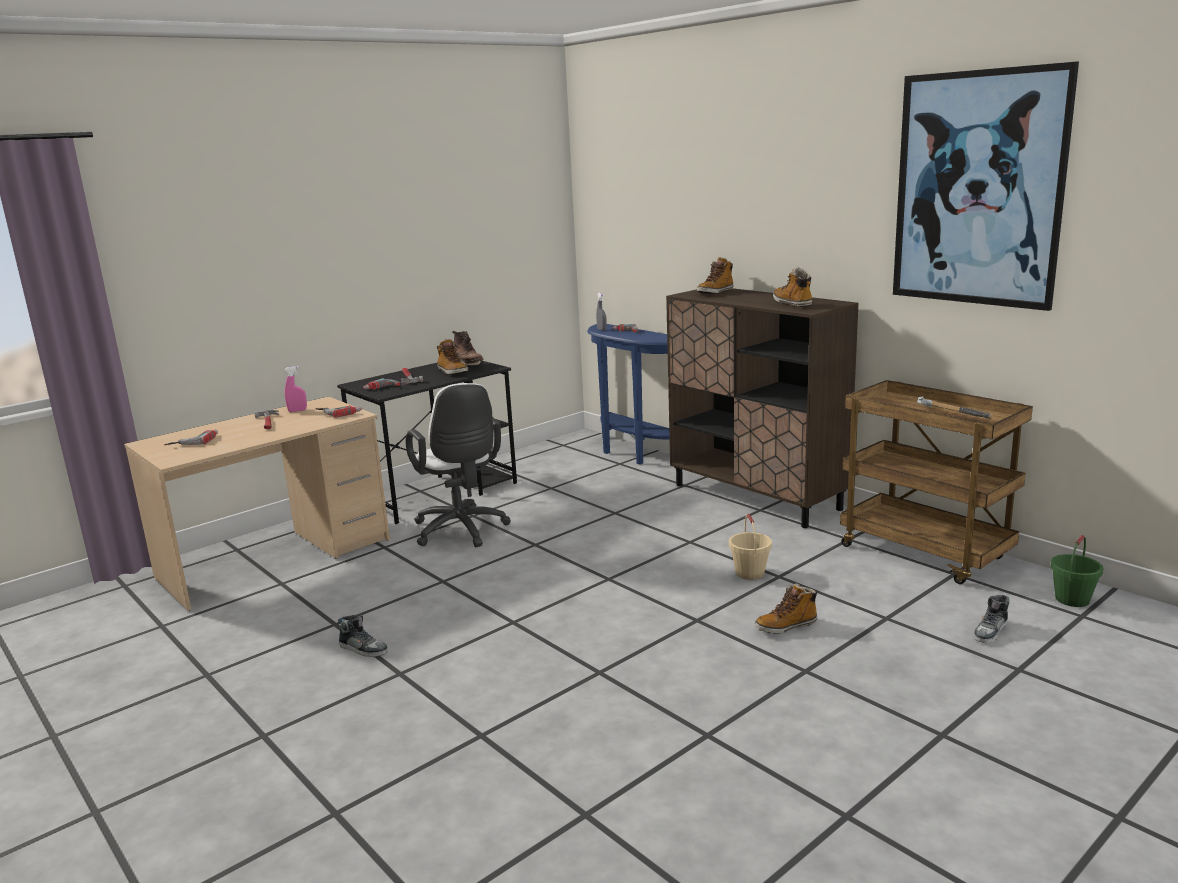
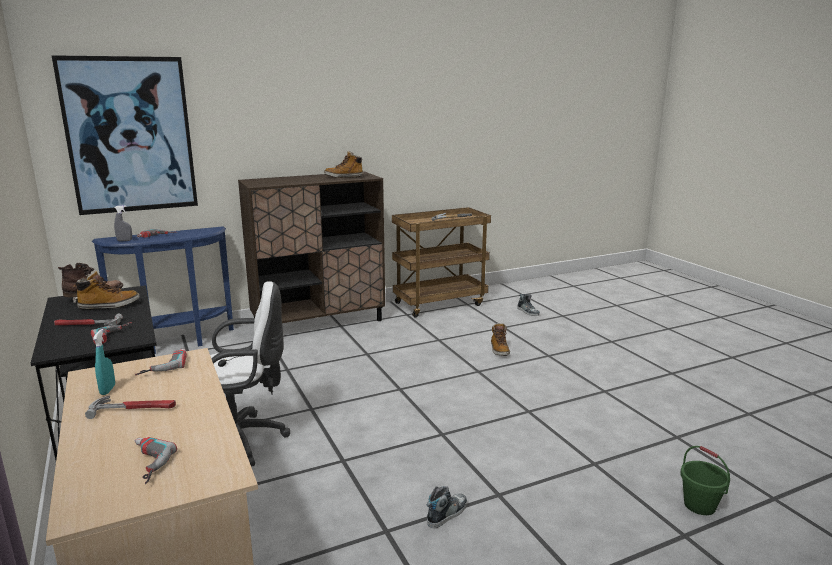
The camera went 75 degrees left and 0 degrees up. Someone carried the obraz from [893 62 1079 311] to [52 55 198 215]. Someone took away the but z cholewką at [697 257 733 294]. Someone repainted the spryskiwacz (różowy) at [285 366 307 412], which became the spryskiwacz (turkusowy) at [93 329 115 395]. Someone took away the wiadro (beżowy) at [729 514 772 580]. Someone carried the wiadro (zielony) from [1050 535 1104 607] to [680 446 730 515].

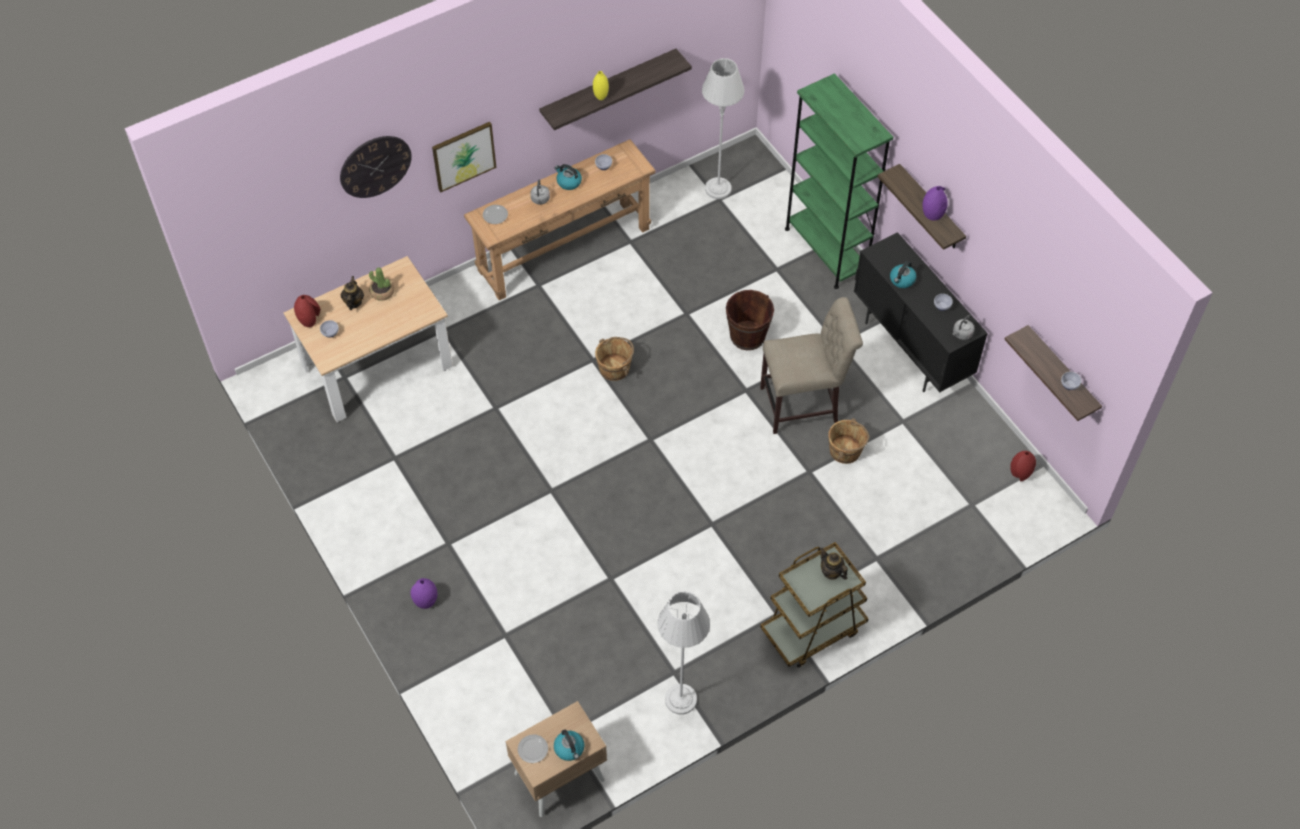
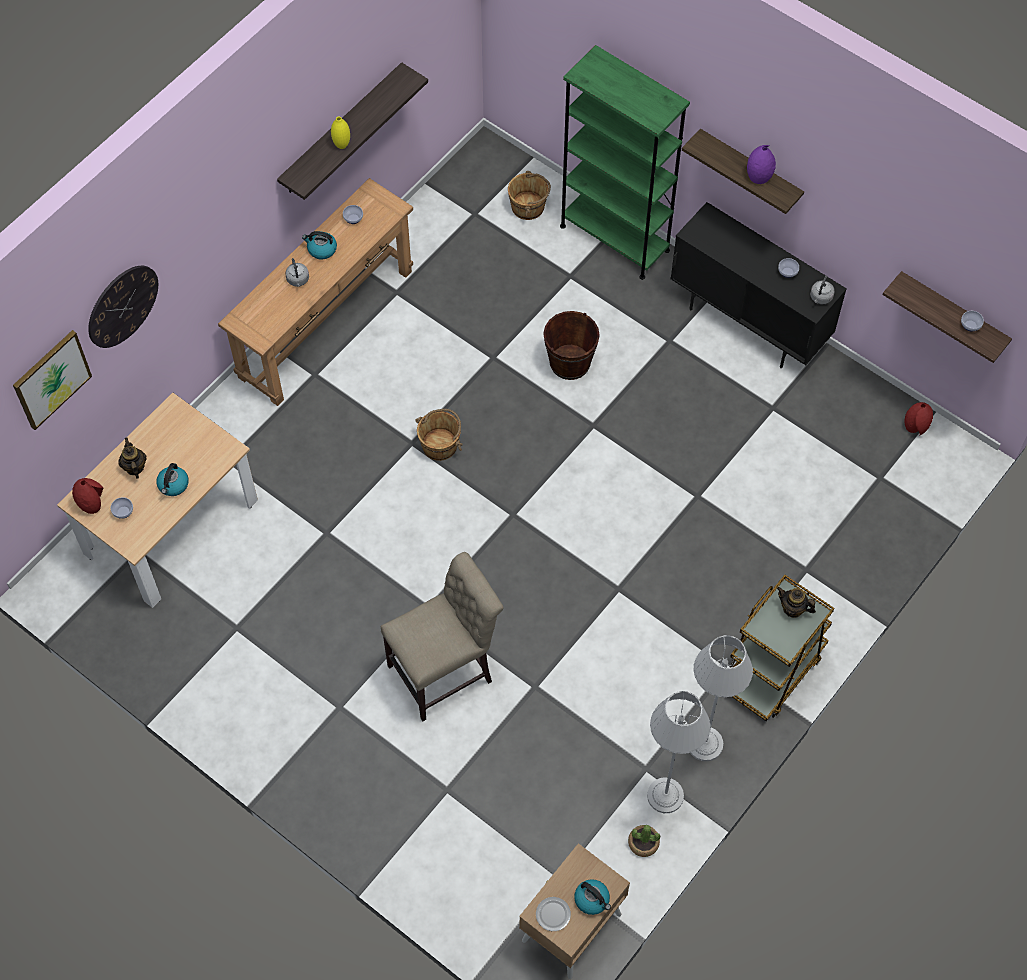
The camera went 20 degrees left and 5 degrees up. Someone carried the lampa stojąca (szary) from [702 58 744 199] to [690 635 753 761]. Someone carried the obraz from [432 122 496 192] to [13 330 92 430]. Someone took away the talerz at [483 205 508 224]. Someone carried the czajnik from [890 261 916 288] to [156 463 189 496]. Someone carried the roślina doniczkowa from [369 267 394 301] to [628 825 660 857]. Someone carried the krzesło (beżowy) from [760 297 863 434] to [381 552 504 722]. Someone carried the wiadro (brązowy) from [828 418 869 464] to [508 171 551 220]. Someone took away the wazon (fioletowy) at [411 578 437 609].

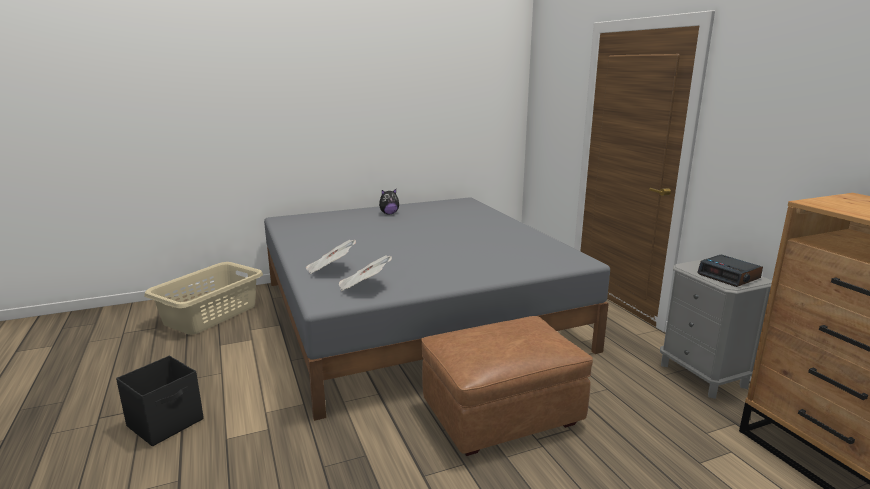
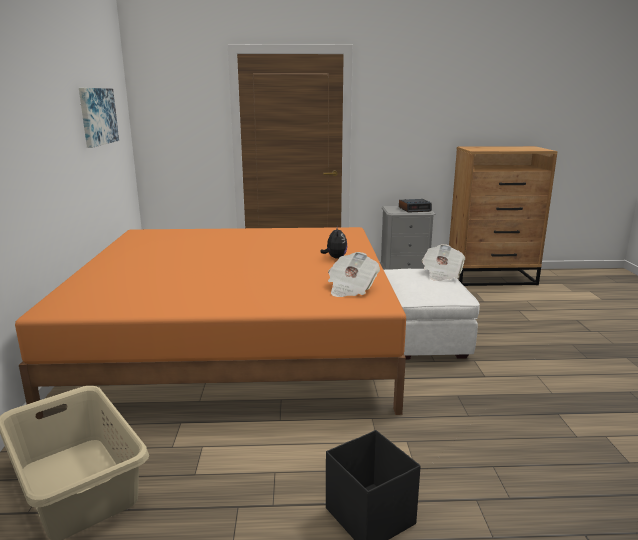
The camera went 70 degrees left and 0 degrees up. Someone carried the pluszak from [379 189 399 214] to [321 226 347 259]. Someone repainted the łóżko (szary) at [264 197 610 421], which became the łóżko (pomarańczowy) at [15 227 406 419]. Someone carried the gazeta from [306 240 356 274] to [422 244 465 281]. Someone repainted the pufa (brązowy) at [421 316 593 456], which became the pufa (biały) at [384 269 480 360]. Someone put up the obraz at [79 88 119 148].

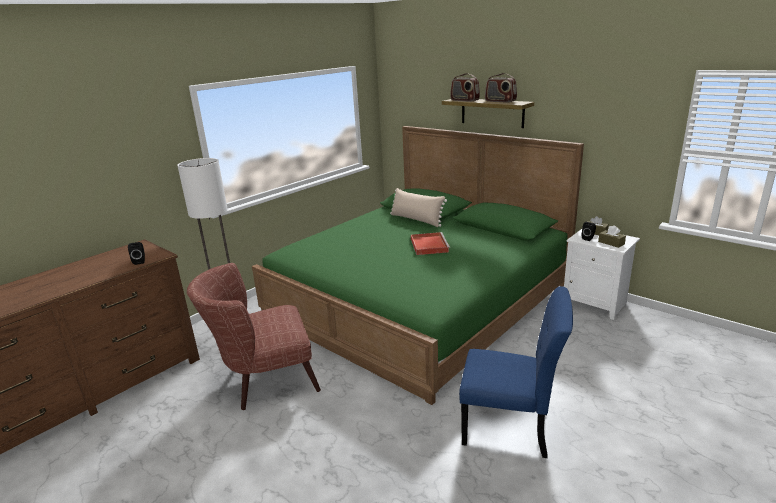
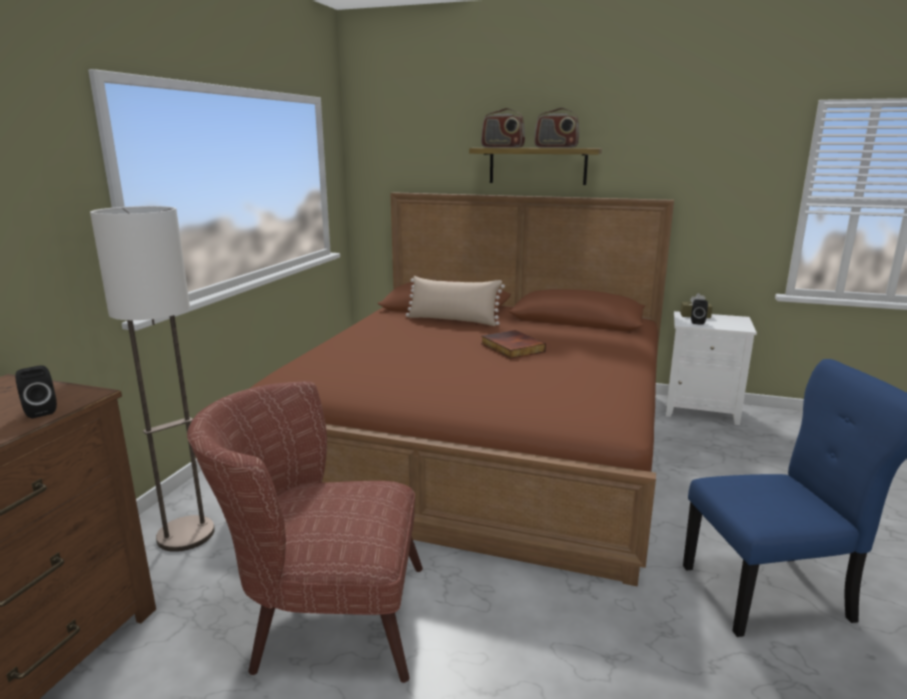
The camera went 25 degrees left and 5 degrees down. Someone repainted the łóżko (zielony) at [252 126 584 405], which became the łóżko (brązowy) at [249 192 674 586]. Someone took away the pudełko chusteczek (brązowy) at [598 225 626 248]. Someone swapped the taca (czerwony) at [411 232 450 255] for the książka at [481 330 546 359]. Someone rotated the fotel (brązowy) at [187 263 321 410] by 45 degrees clockwise.

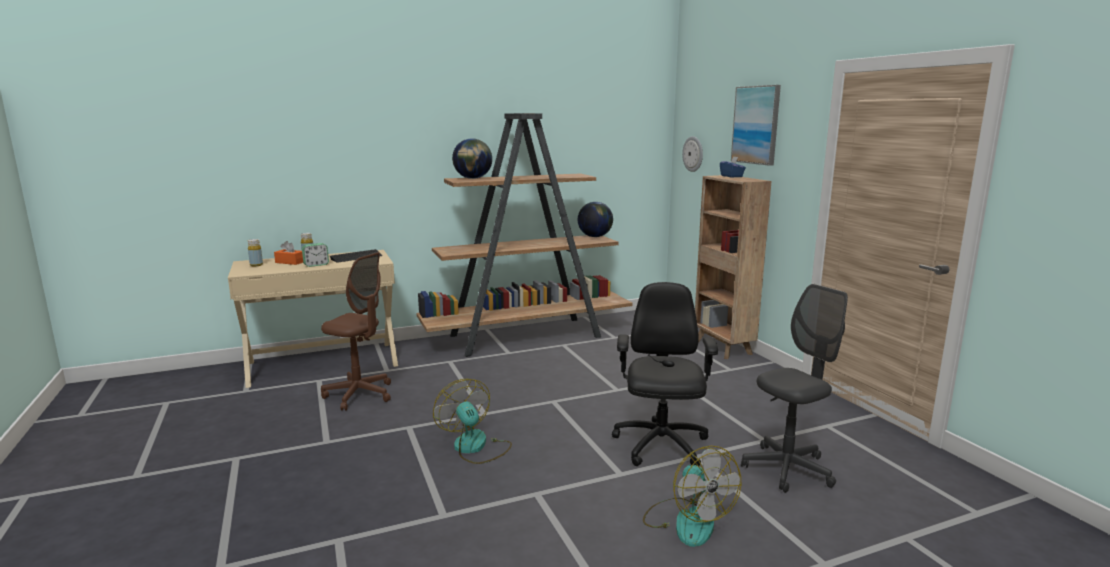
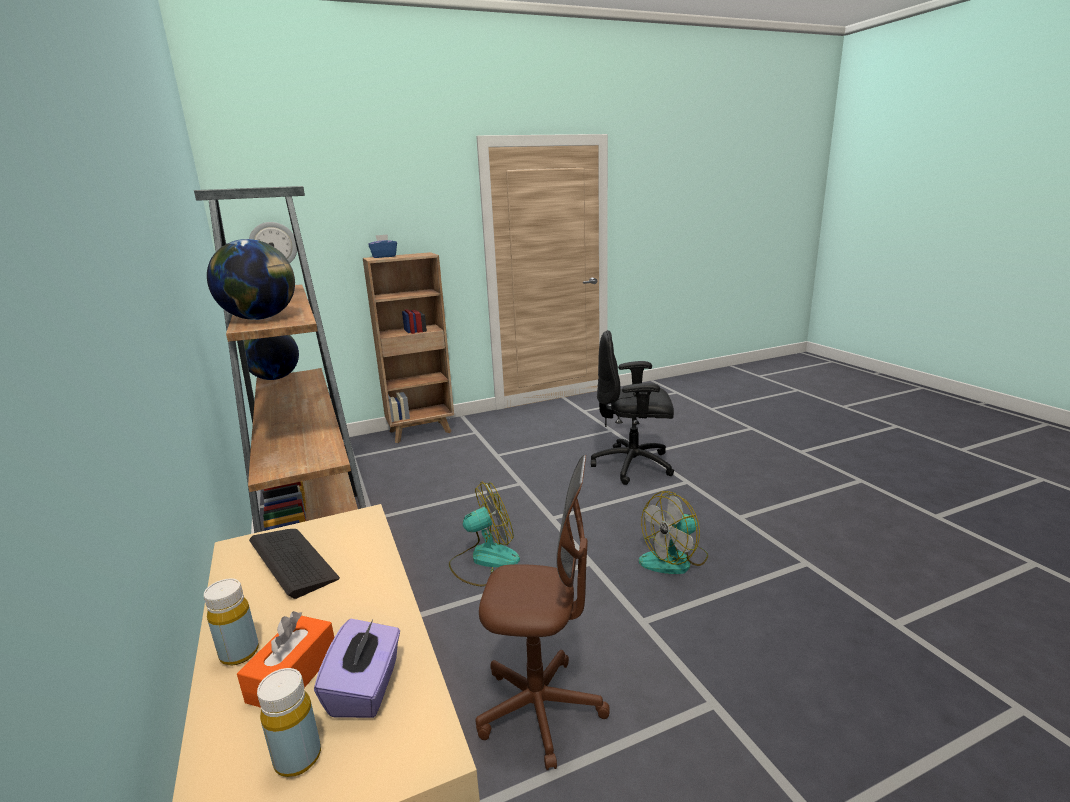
The camera went 90 degrees left and 5 degrees up. Someone took away the obraz at [731 85 781 166]. Someone took away the budzik at [302 243 329 267]. Someone rotated the krzesło biurowe (brązowy) at [321 252 391 411] by 75 degrees clockwise. Someone took away the krzesło biurowe (szary) at [741 284 848 493]. Someone carried the wentylator from [643 446 741 547] to [449 482 520 586]. Someone put down the pudełko chusteczek (fioletowy) at [314 619 400 718].

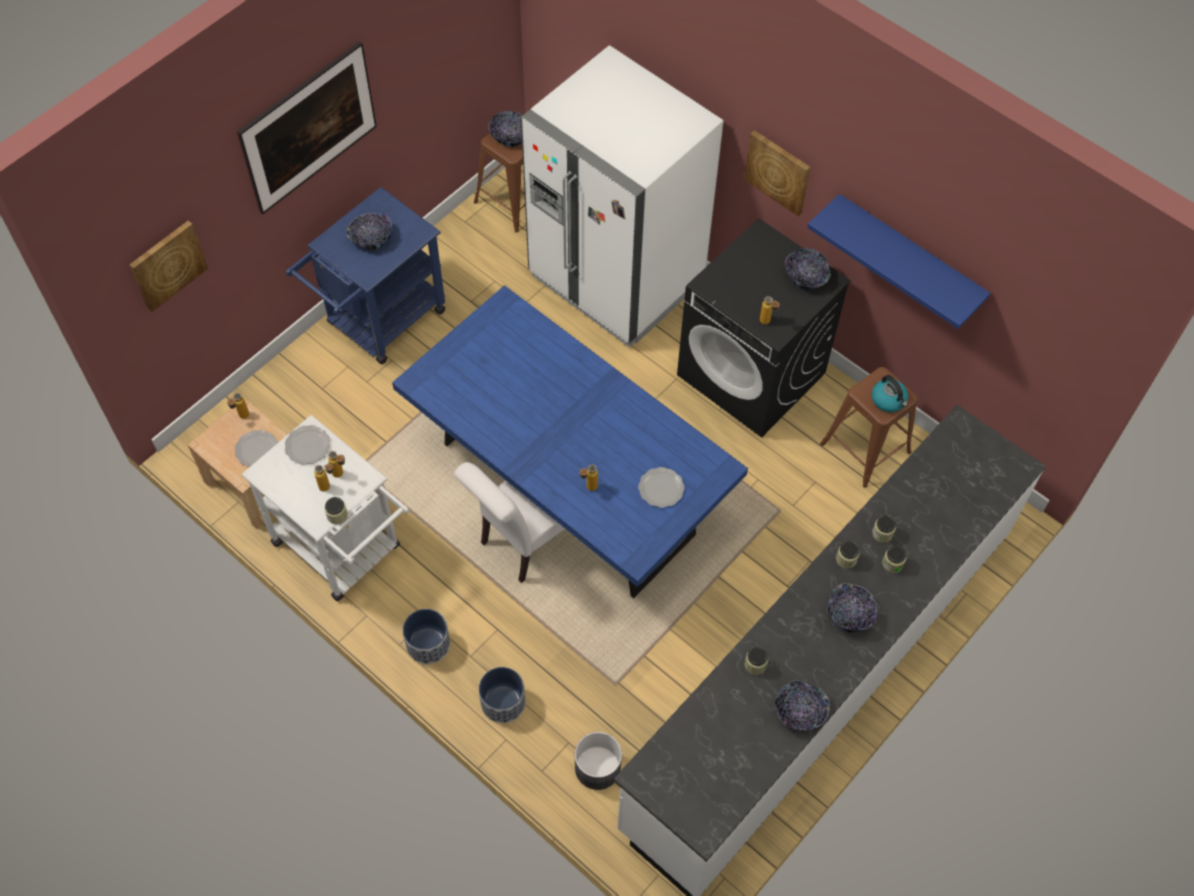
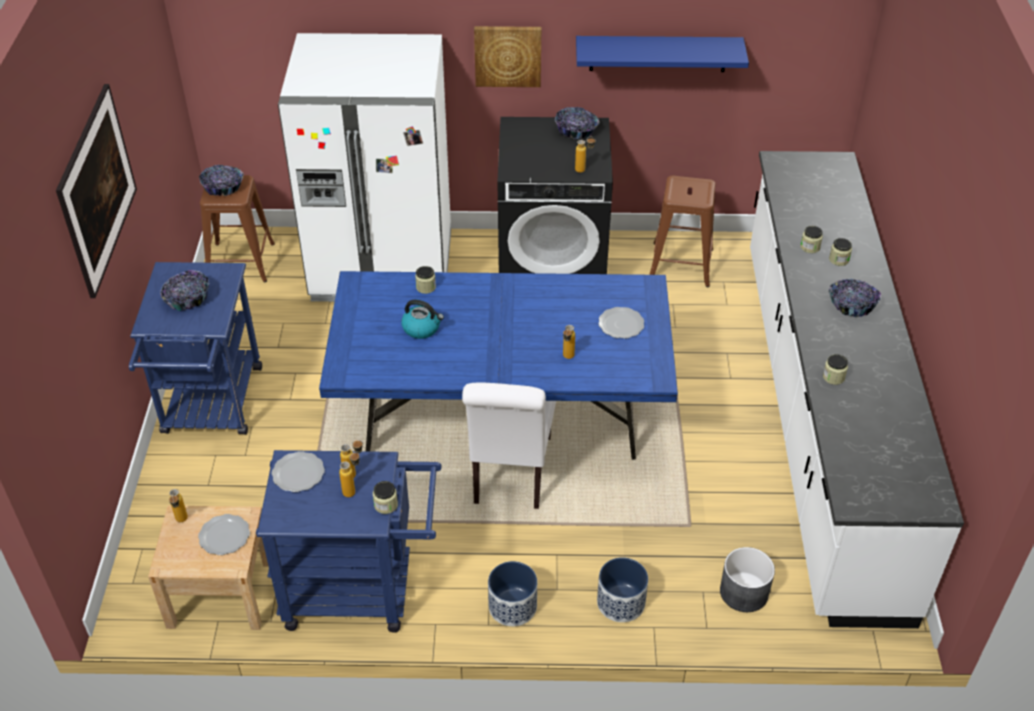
The camera went 40 degrees left and 15 degrees down. Someone took away the obraz at [129 220 208 312]. Someone carried the czajnik from [872 375 908 412] to [401 300 444 339]. Someone repainted the wózek (biały) at [241 415 409 601], which became the wózek (niebieski) at [256 450 442 633]. Someone carried the słoik from [836 541 860 569] to [415 266 436 294]. Someone took away the miska at [775 680 830 730].

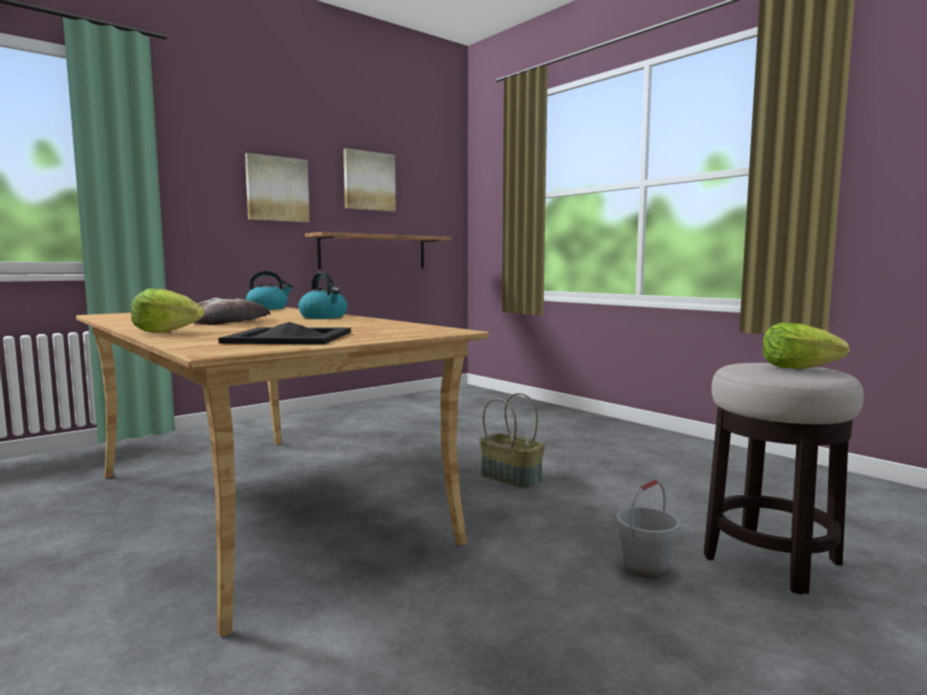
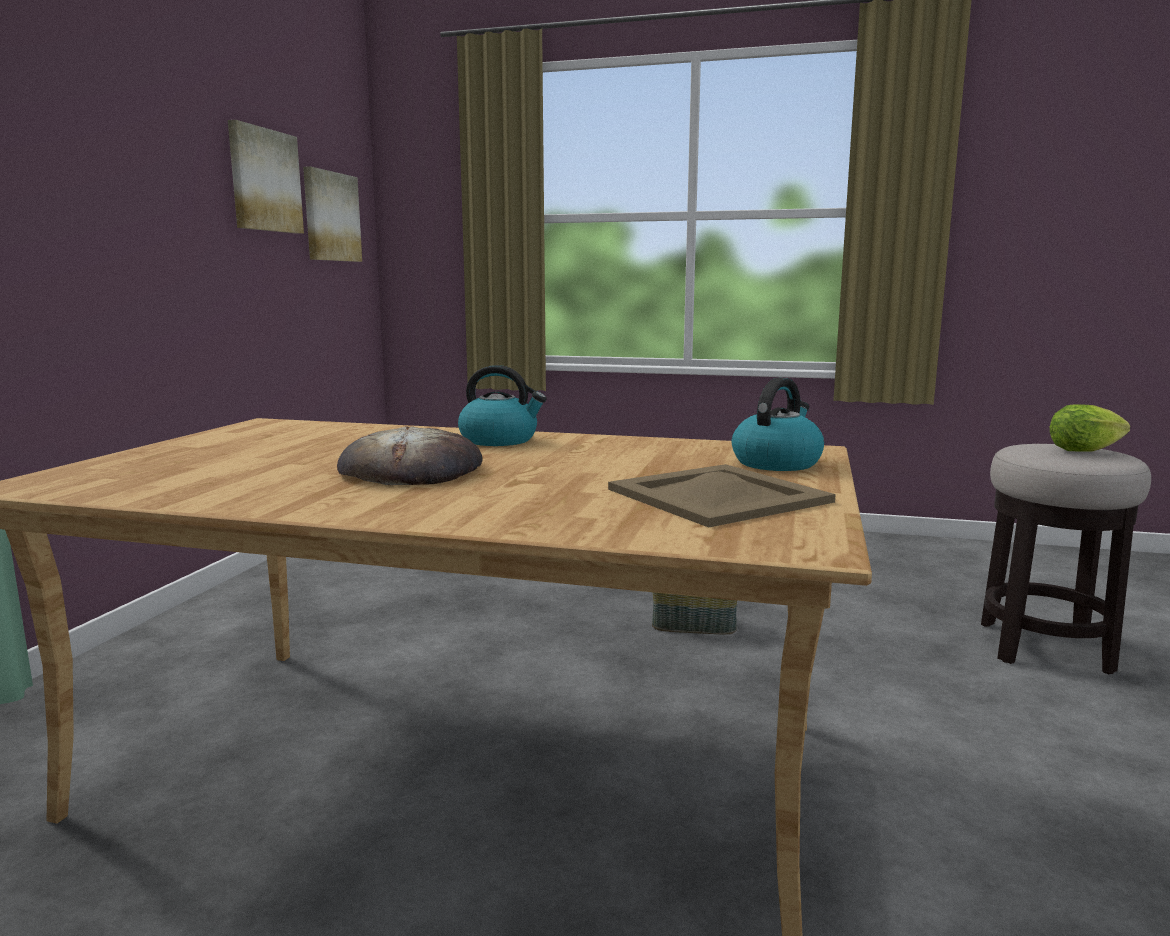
The camera went 35 degrees left and 5 degrees up. Someone carried the obraz from [245 153 310 222] to [303 166 362 262]. Someone took away the półka at [305 232 452 269]. Someone carried the czajnik from [246 271 293 310] to [732 378 824 471]. Someone took away the sałata at [131 288 204 333]. Someone repainted the taca (czarny) at [218 322 351 344], which became the taca (beżowy) at [608 464 835 527]. Someone took away the wiadro (szary) at [616 480 681 579].

